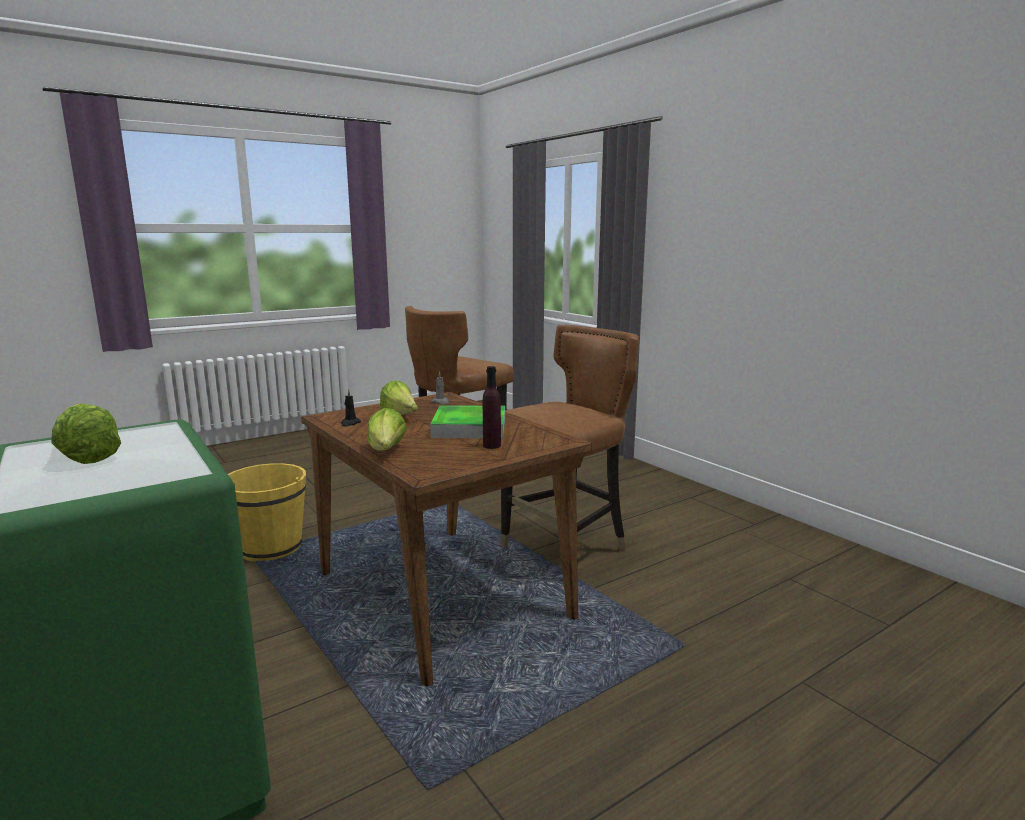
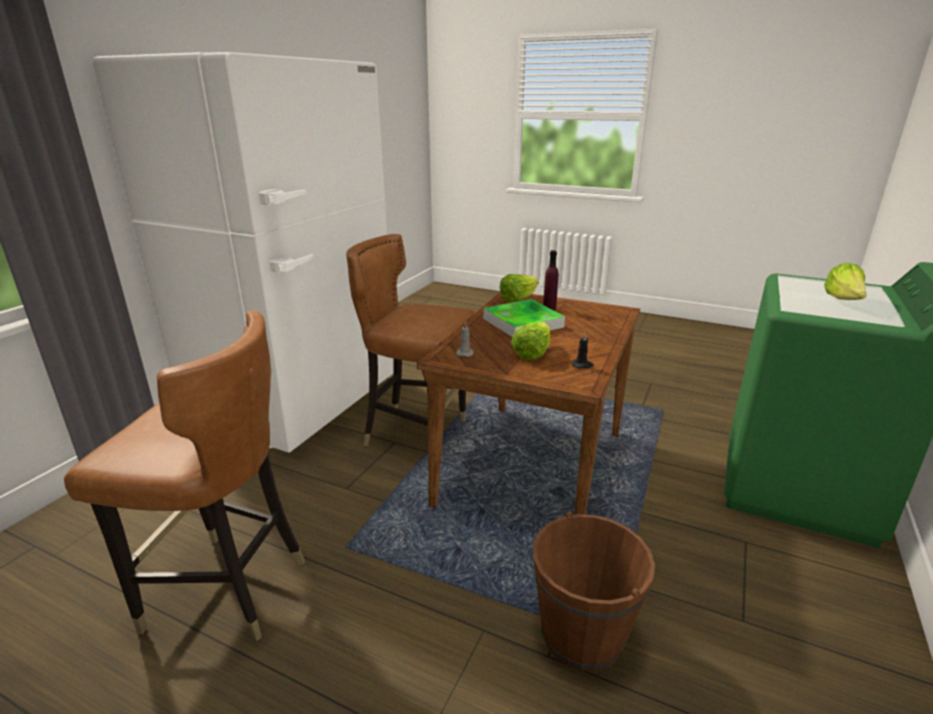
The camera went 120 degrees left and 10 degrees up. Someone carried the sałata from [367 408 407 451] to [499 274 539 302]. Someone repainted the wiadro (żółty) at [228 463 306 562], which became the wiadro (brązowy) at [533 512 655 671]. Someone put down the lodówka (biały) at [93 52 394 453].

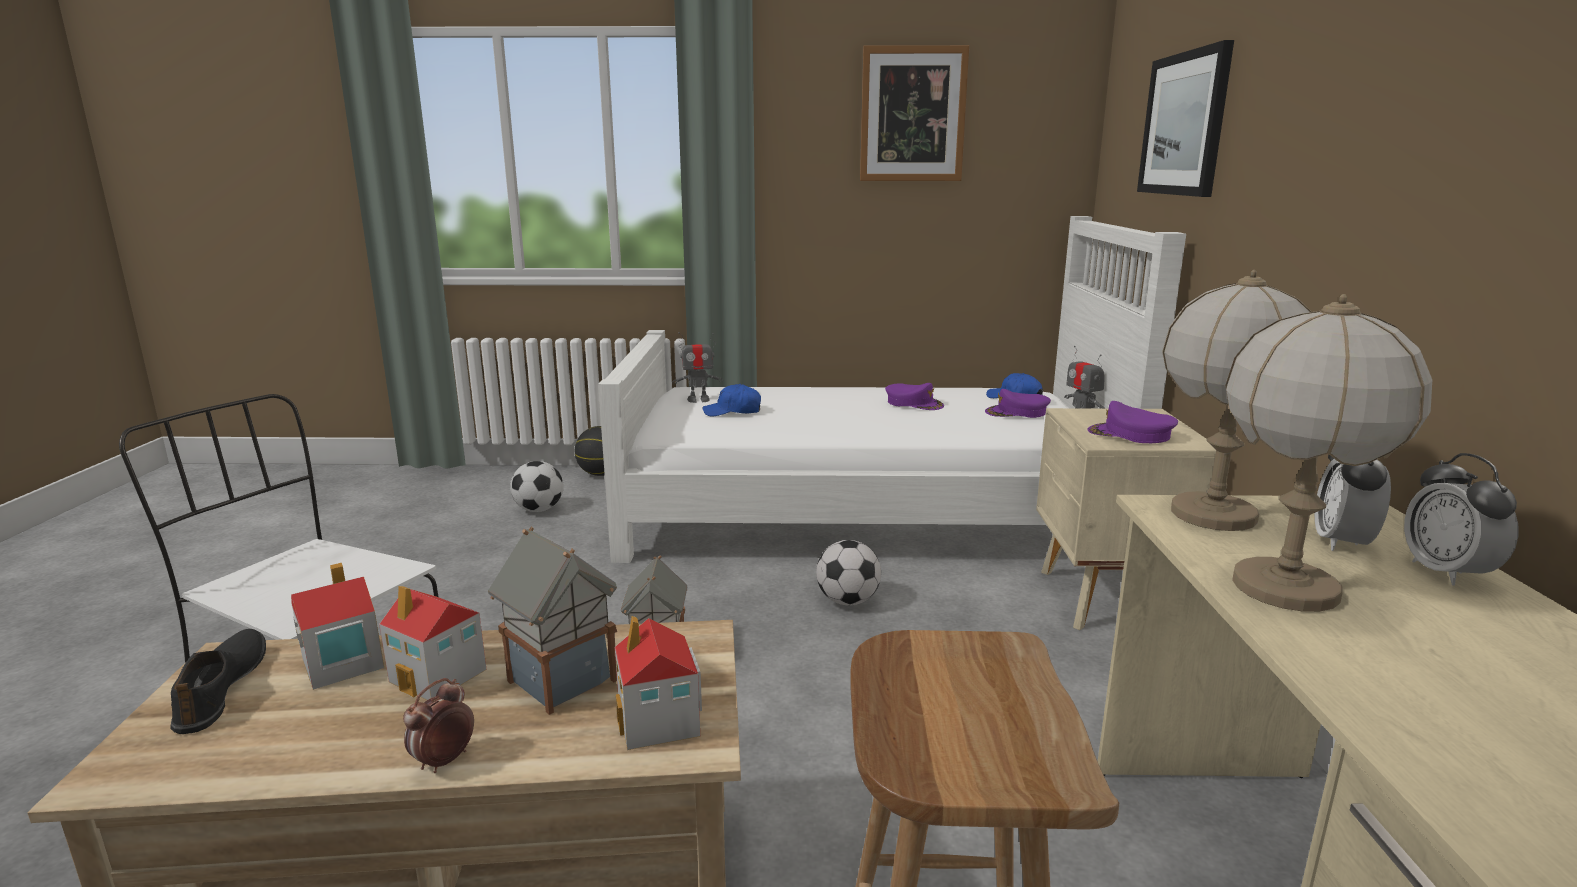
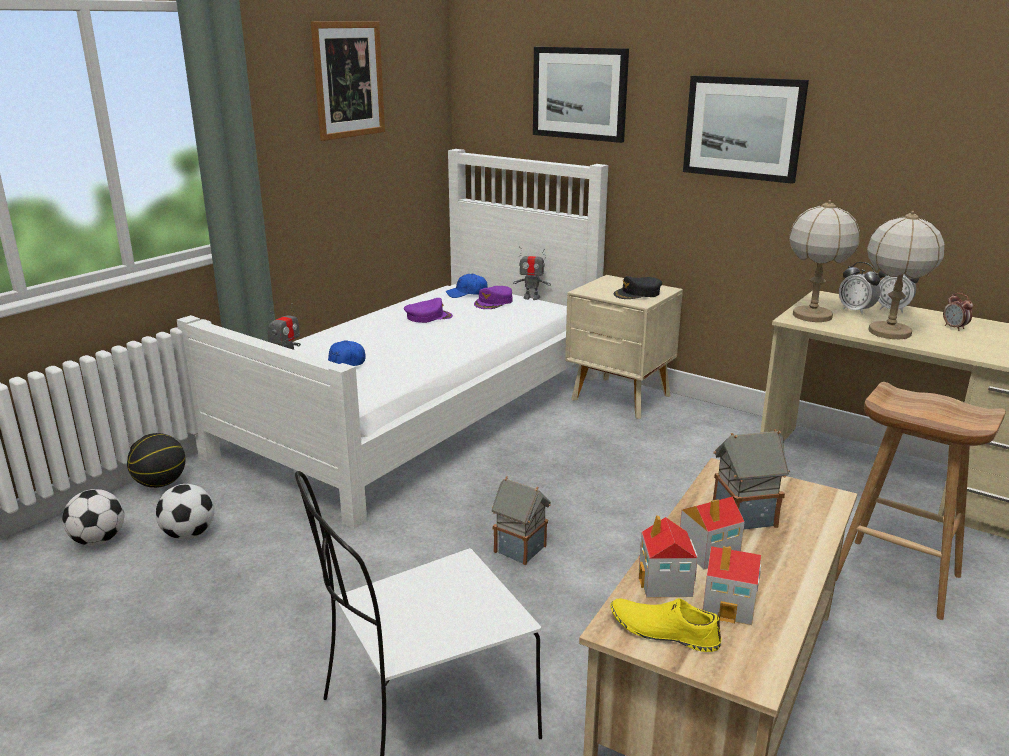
The camera went 55 degrees left and 5 degrees up. Someone repainted the czapka z daszkiem (fioletowy) at [1087 401 1178 443], which became the czapka z daszkiem (czarny) at [613 276 662 299]. Someone carried the piłka futbolowa from [816 540 881 605] to [62 489 124 546]. Someone carried the domek from [615 616 702 750] to [703 546 761 625]. Someone repainted the but (czarny) at [171 629 266 734], which became the but (żółty) at [611 598 721 652]. Someone carried the budzik from [403 678 474 773] to [943 293 973 331]. Someone put up the obraz at [683 76 809 184].

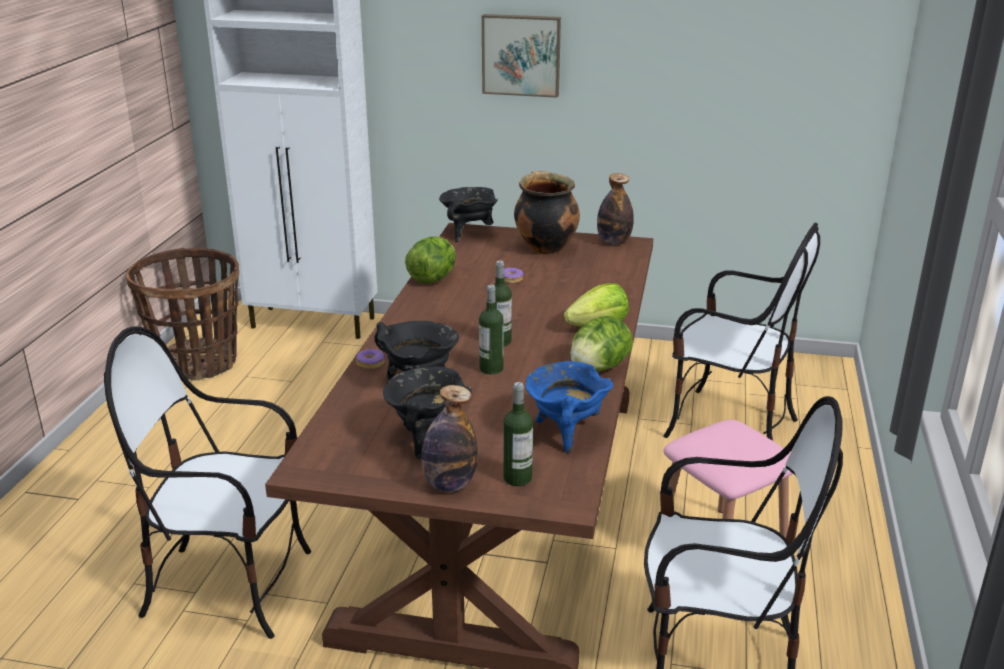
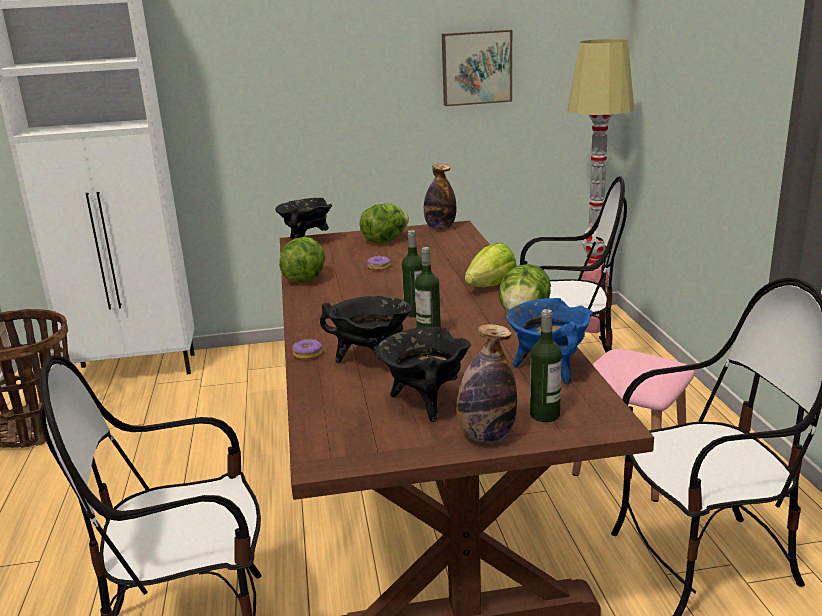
The camera went 20 degrees left and 5 degrees down. Someone carried the obraz from [482 14 561 98] to [442 30 512 106]. Someone swapped the garnek at [514 171 580 255] for the sałata at [359 204 409 243]. Someone put down the lampa stojąca at [568 39 634 333].

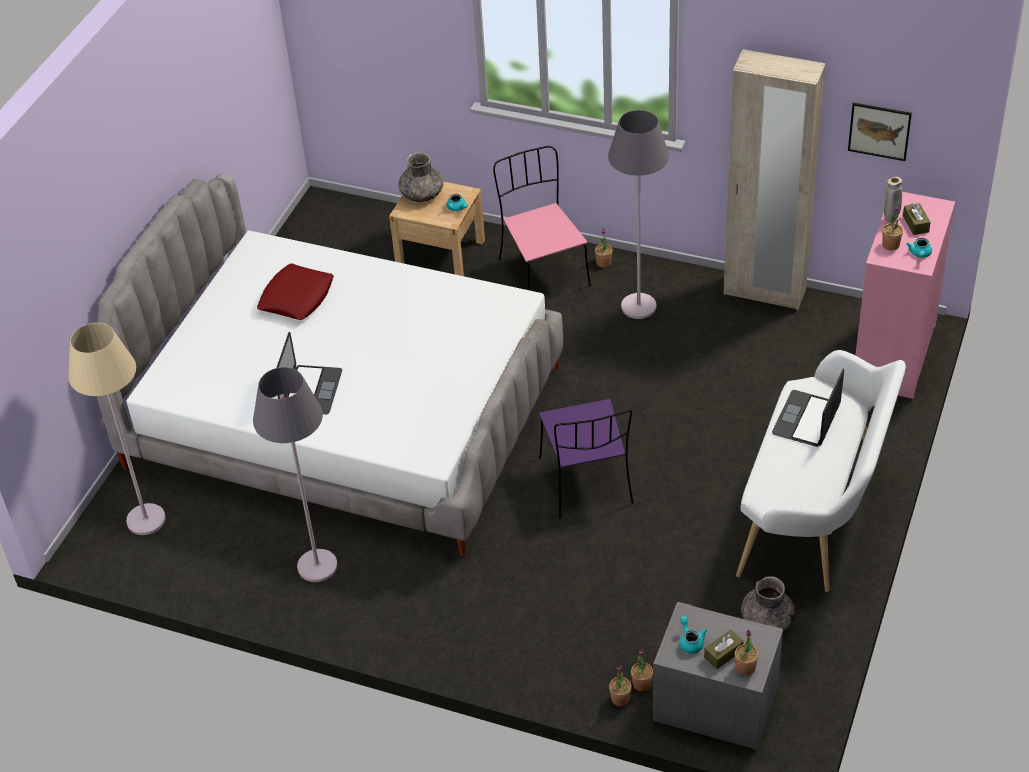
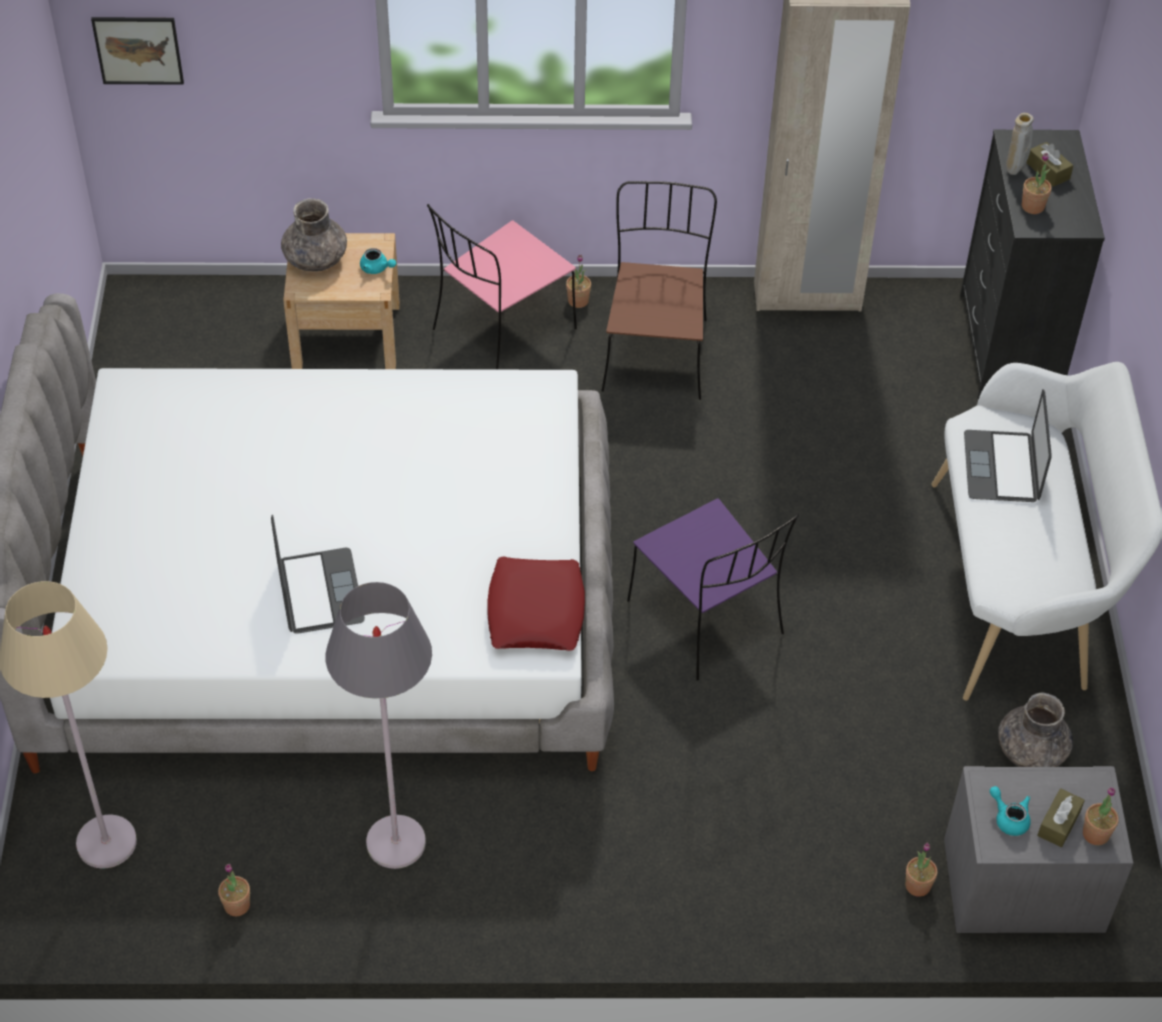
The camera went 25 degrees left and 5 degrees up. Someone carried the obraz from [848 103 912 161] to [91 17 184 85]. Someone swapped the lampa stojąca (szary) at [608 110 669 319] for the krzesło (brązowy) at [601 181 717 400]. Someone rotated the krzesło (różowy) at [493 146 591 290] by 90 degrees counterclockwise. Someone repainted the komoda (różowy) at [855 192 955 399], which became the komoda (czarny) at [960 130 1105 399]. Someone took away the imbryk (turkusowy) at [906 238 932 258]. Someone carried the poduszka (czerwony) from [257 264 334 320] to [487 556 585 651]. Someone carried the roślina doniczkowa from [609 665 632 706] to [218 864 250 916].

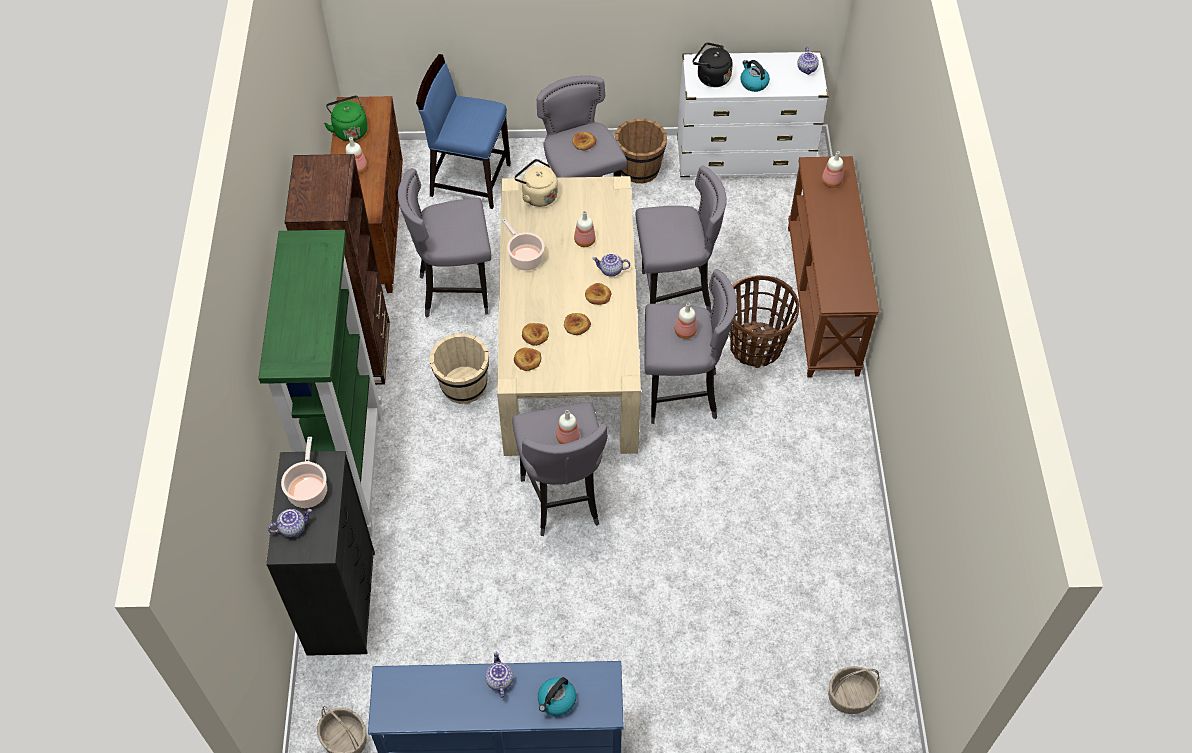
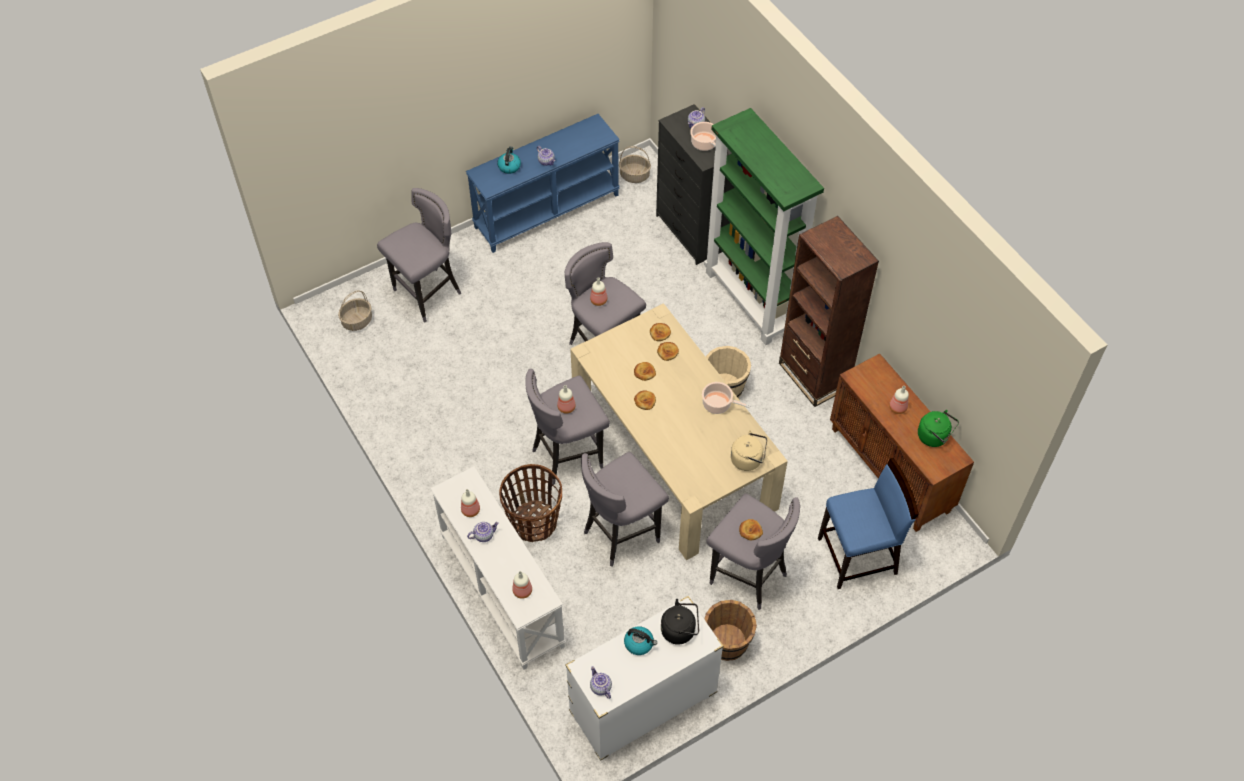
The camera went 150 degrees right and 0 degrees up. Someone repainted the stolik konsolowy (brązowy) at [788 156 879 377], which became the stolik konsolowy (biały) at [430 466 566 670]. Someone carried the stołek (szary) from [398 168 492 318] to [377 188 461 322]. Someone carried the butelka from [574 211 596 247] to [461 489 480 517]. Someone carried the imbryk from [592 253 630 277] to [467 522 499 542].

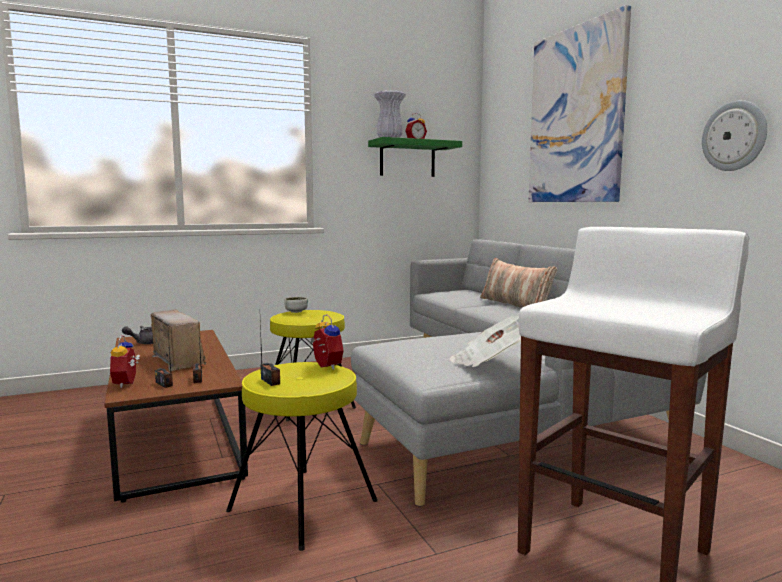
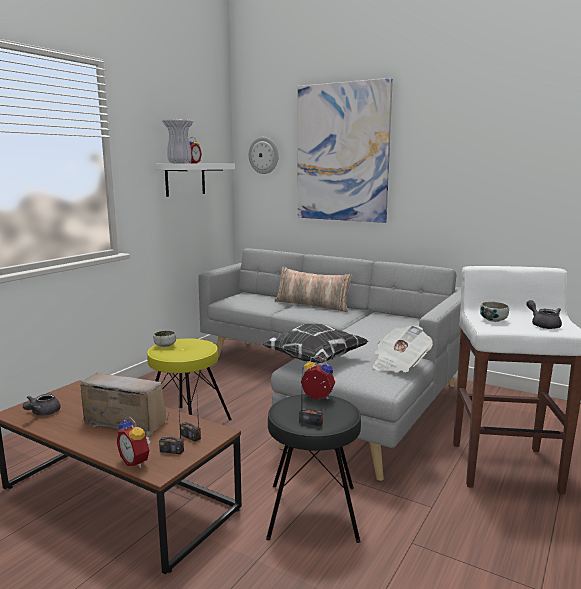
The camera went 35 degrees left and 5 degrees up. Someone carried the zegar ścienny from [702 100 767 171] to [249 137 278 174]. Someone repainted the półka (zielony) at [368 137 462 177], which became the półka (biały) at [156 164 235 197]. Someone repainted the stołek (żółty) at [226 362 378 551], which became the stołek (czarny) at [266 394 361 543]. Someone put down the imbryk (szary) at [526 300 562 329]. Someone put down the miska at [480 301 509 322]. Someone put down the poduszka at [261 324 369 363].

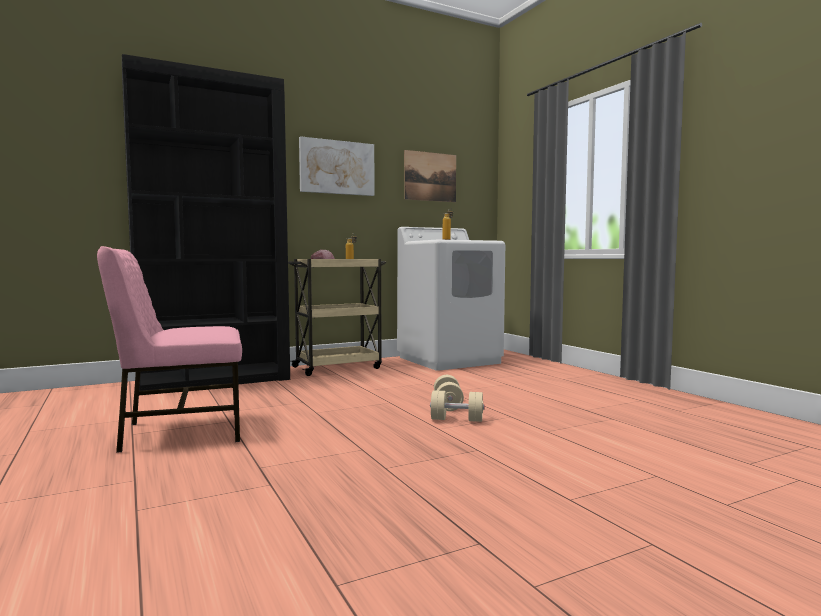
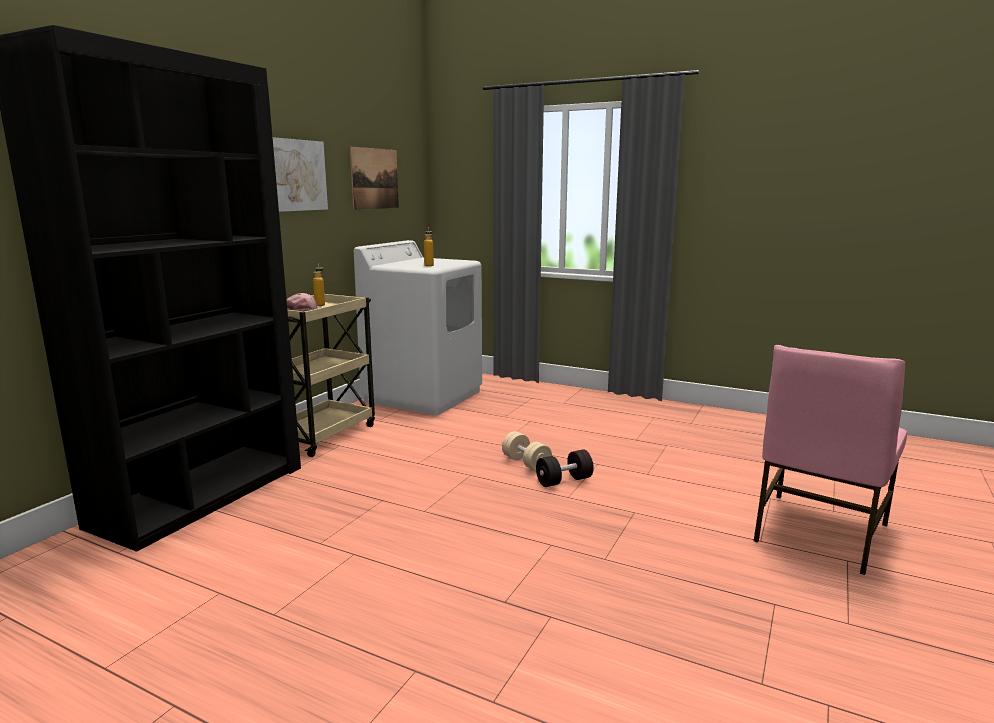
The camera went 35 degrees left and 10 degrees up. Someone carried the krzesło (różowy) from [97 246 242 453] to [754 345 907 575]. Someone repainted the hantel (beżowy) at [430 390 485 422], which became the hantel (czarny) at [536 449 594 487].

